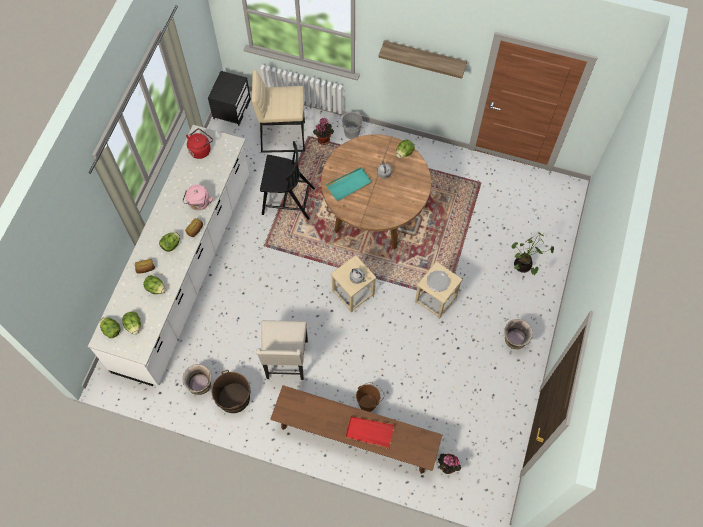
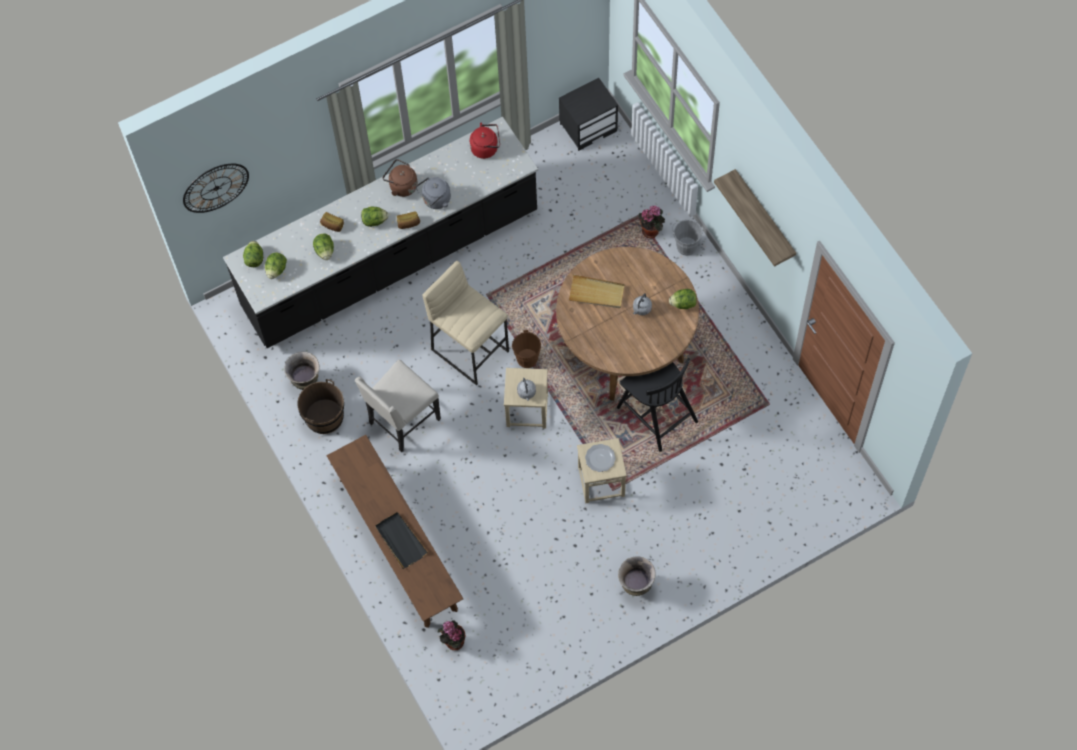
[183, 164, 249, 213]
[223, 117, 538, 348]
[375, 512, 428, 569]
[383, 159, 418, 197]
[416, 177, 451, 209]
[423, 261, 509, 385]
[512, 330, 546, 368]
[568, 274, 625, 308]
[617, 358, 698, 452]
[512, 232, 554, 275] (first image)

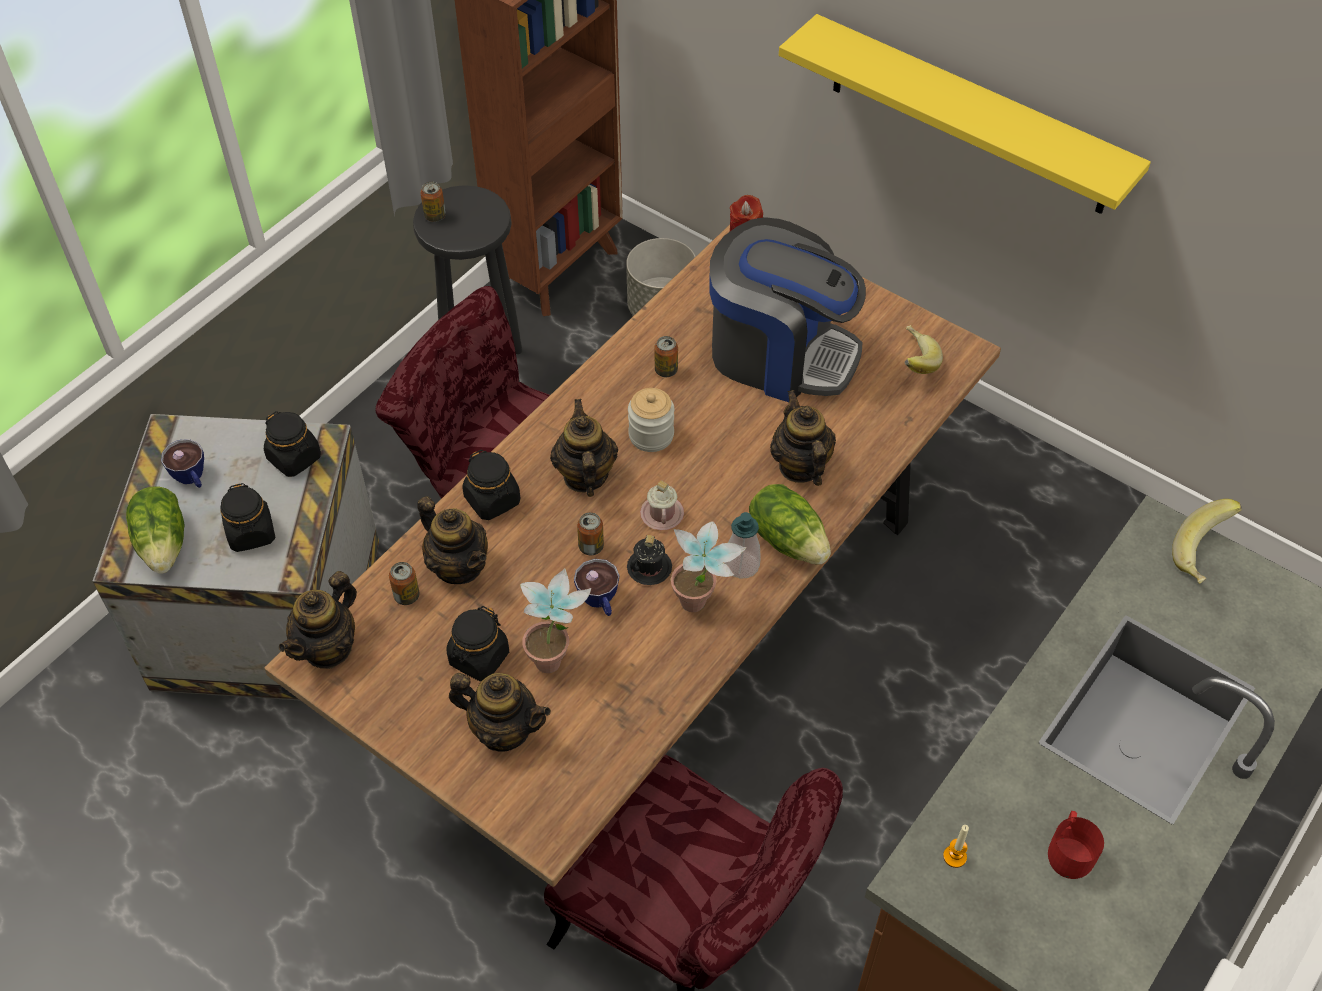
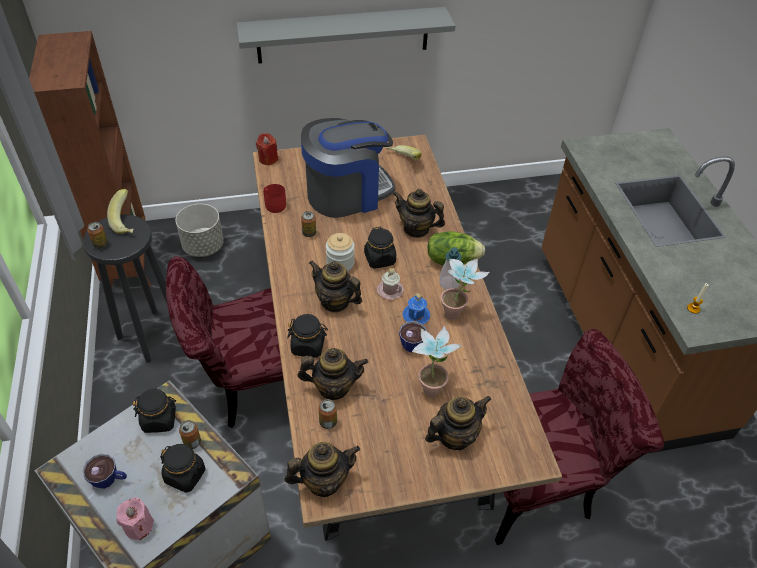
[107, 189, 133, 234]
[116, 497, 154, 540]
[179, 420, 201, 449]
[236, 7, 456, 64]
[263, 184, 286, 213]
[284, 442, 360, 497]
[364, 227, 396, 269]
[403, 293, 430, 324]

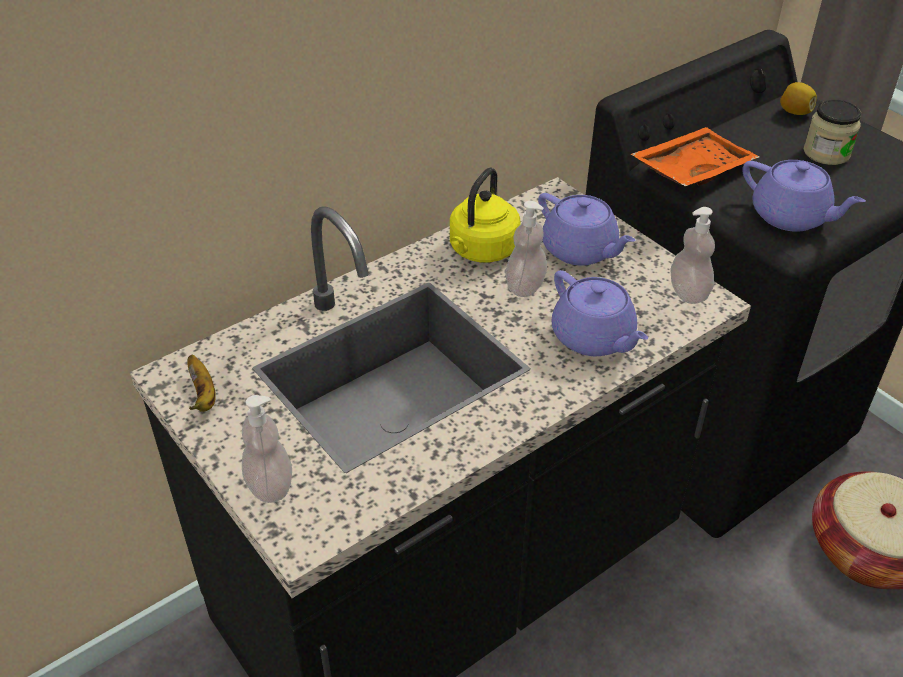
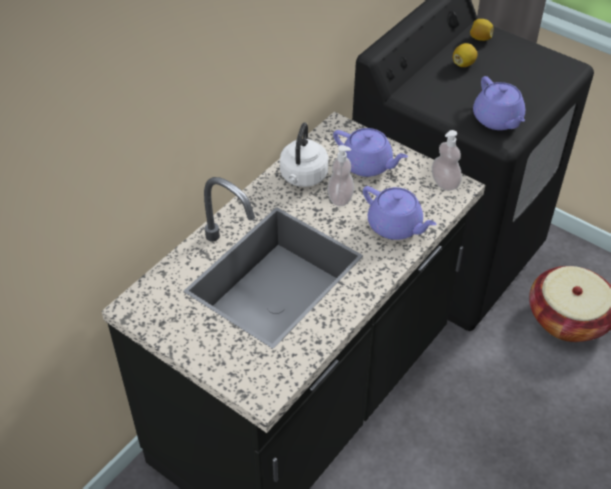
[280, 123, 328, 187]
[453, 43, 478, 67]
[473, 76, 525, 130]
[187, 355, 216, 412] (first image)
[242, 395, 292, 503] (first image)
[631, 127, 759, 186] (first image)
[804, 100, 861, 165] (first image)

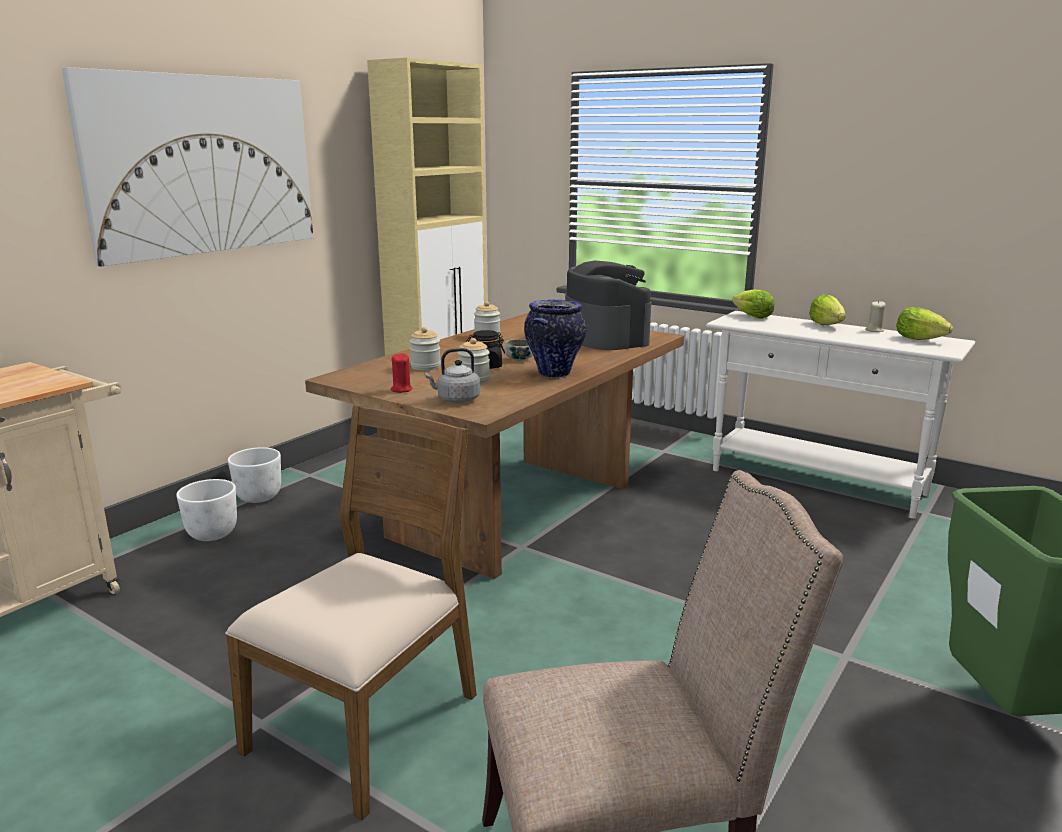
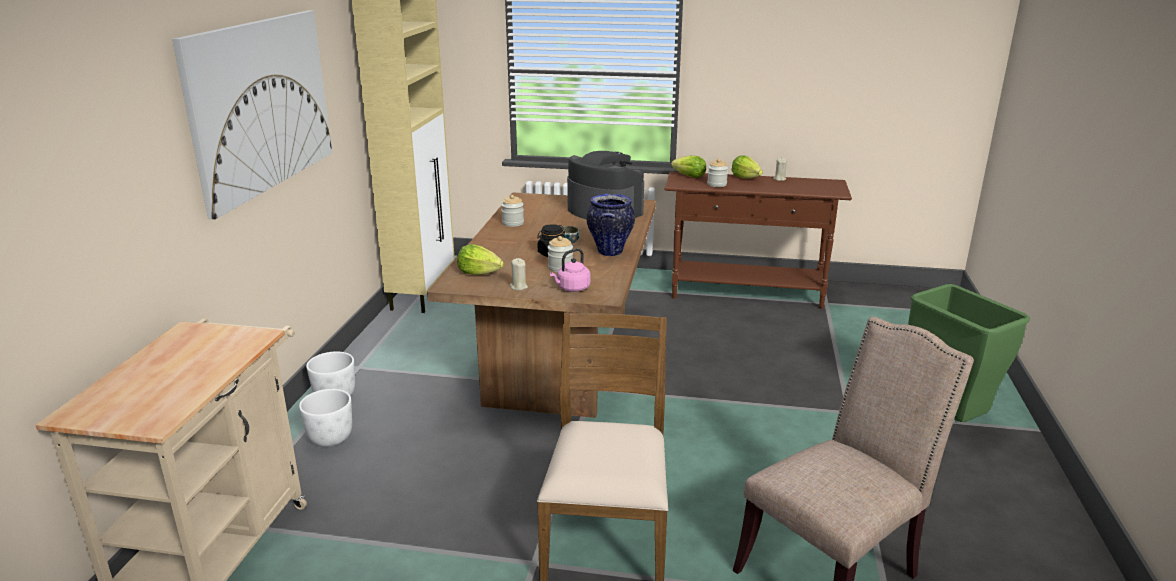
[457, 244, 504, 275]
[509, 258, 528, 290]
[550, 249, 590, 292]
[664, 172, 852, 309]
[707, 159, 728, 187]

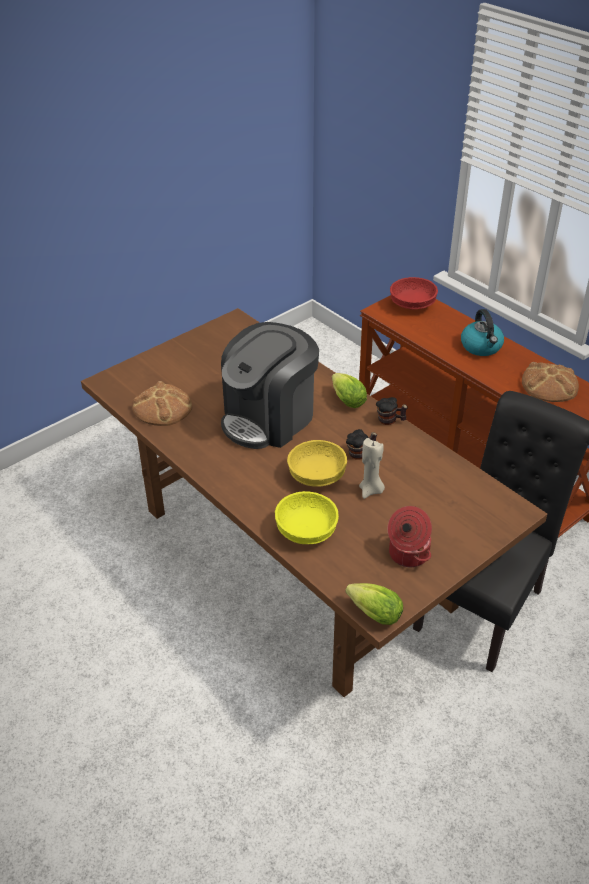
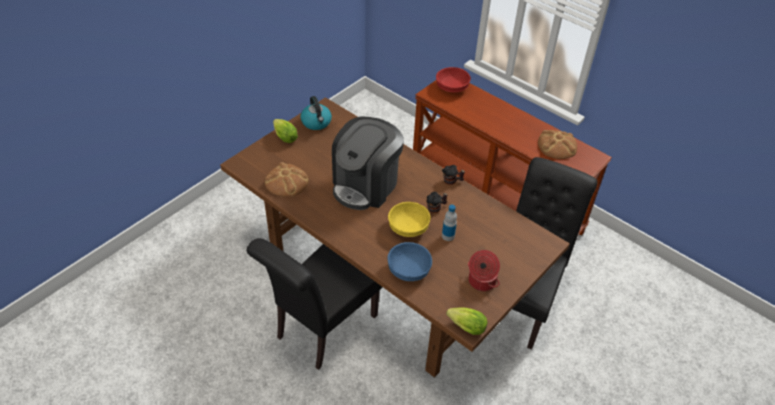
[247, 238, 382, 370]
[273, 119, 298, 143]
[300, 96, 332, 130]
[387, 242, 432, 281]
[442, 205, 457, 241]

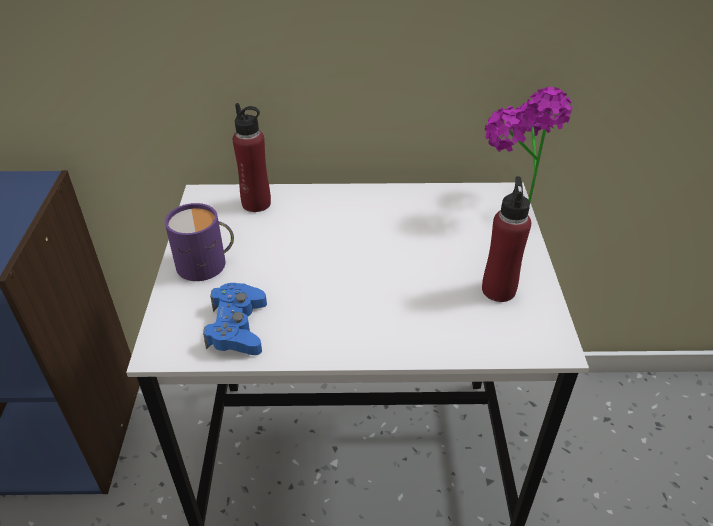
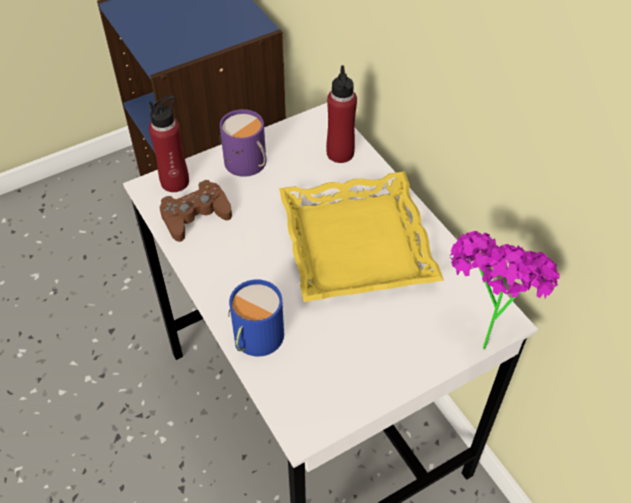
[149, 96, 189, 192]
[160, 180, 232, 242]
[228, 279, 284, 357]
[279, 171, 444, 302]

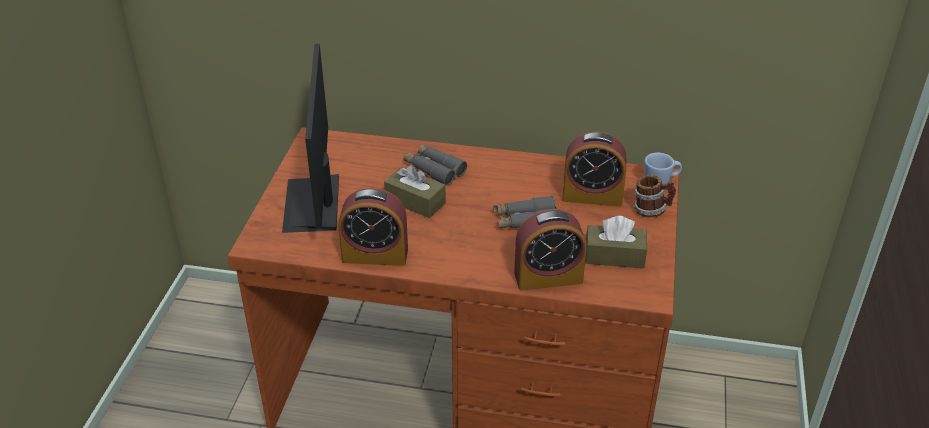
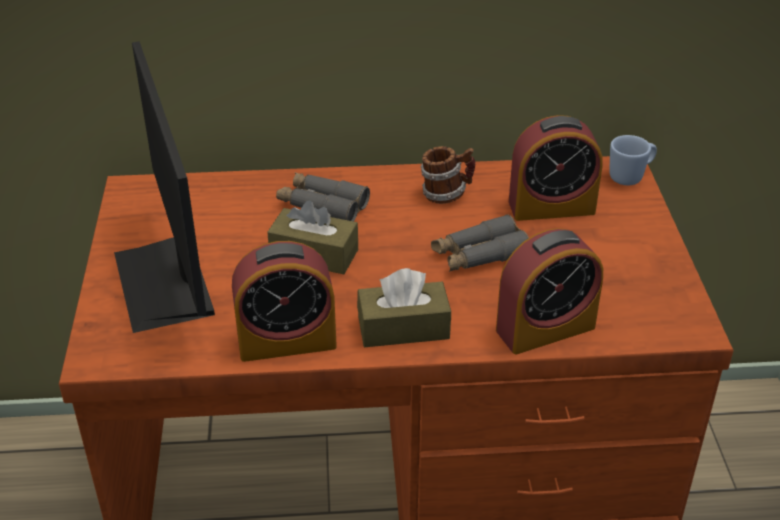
[357, 268, 451, 347]
[420, 146, 475, 204]

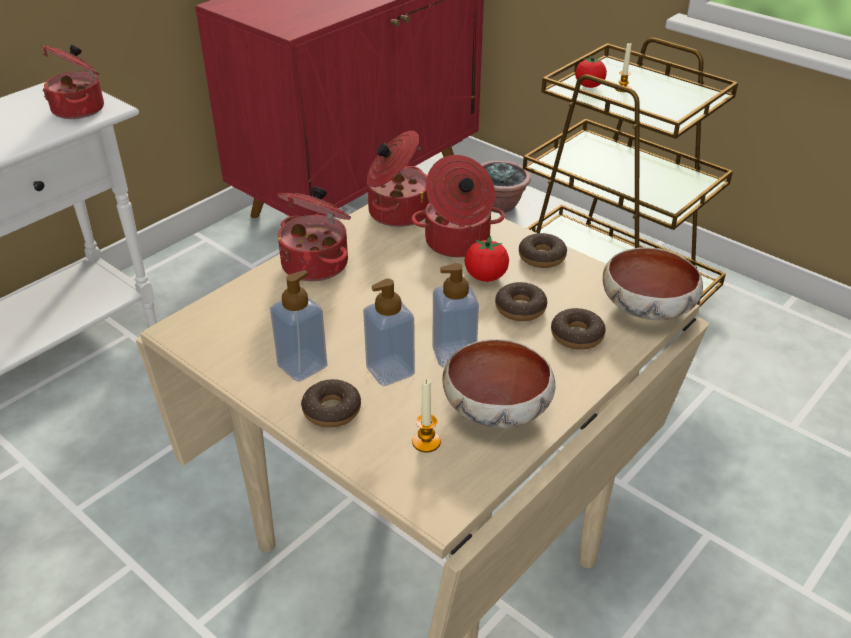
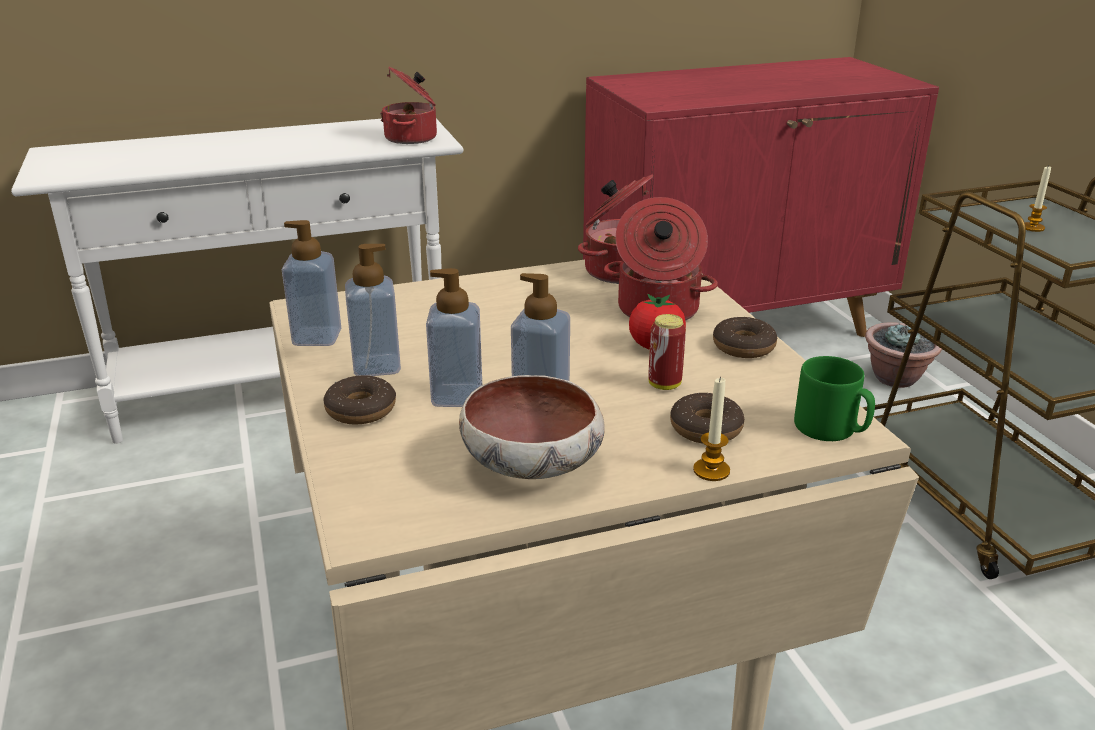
[282, 220, 341, 346]
[648, 314, 686, 390]
[693, 376, 730, 481]
[794, 356, 875, 441]
[277, 186, 351, 282] (first image)
[575, 55, 607, 88] (first image)

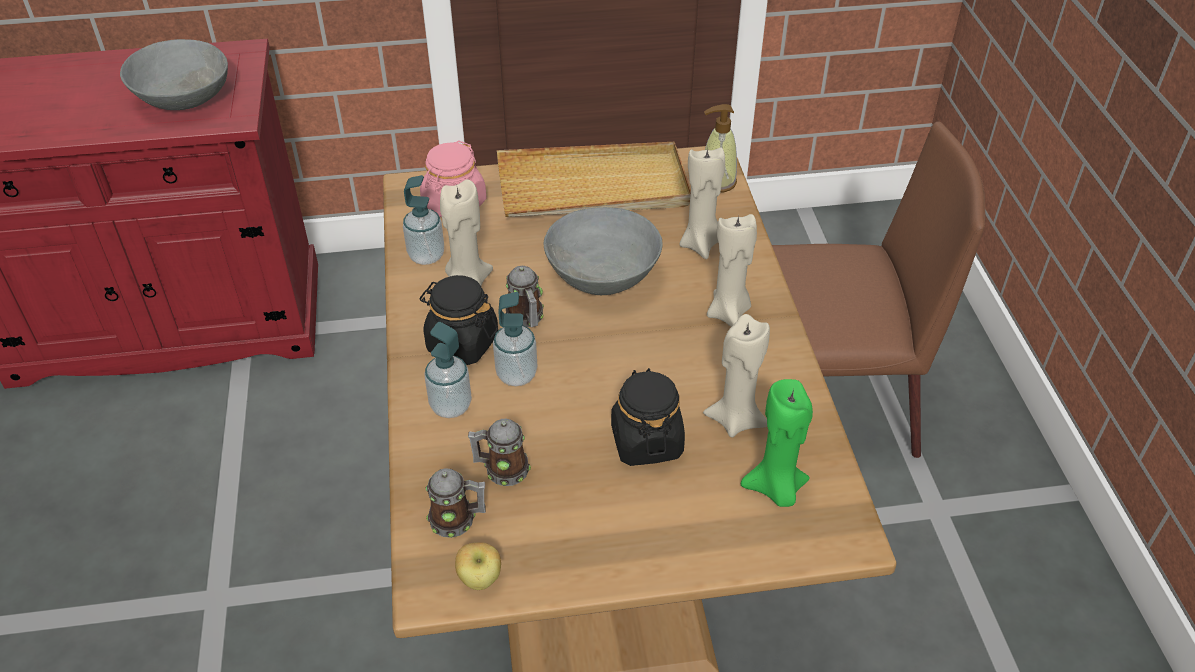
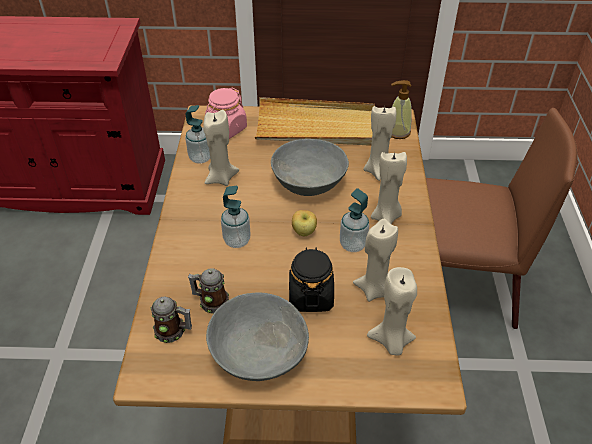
[206, 292, 309, 381]
[292, 210, 317, 236]
[340, 188, 369, 252]
[367, 267, 417, 356]
[420, 275, 498, 365] (first image)
[506, 266, 544, 327] (first image)

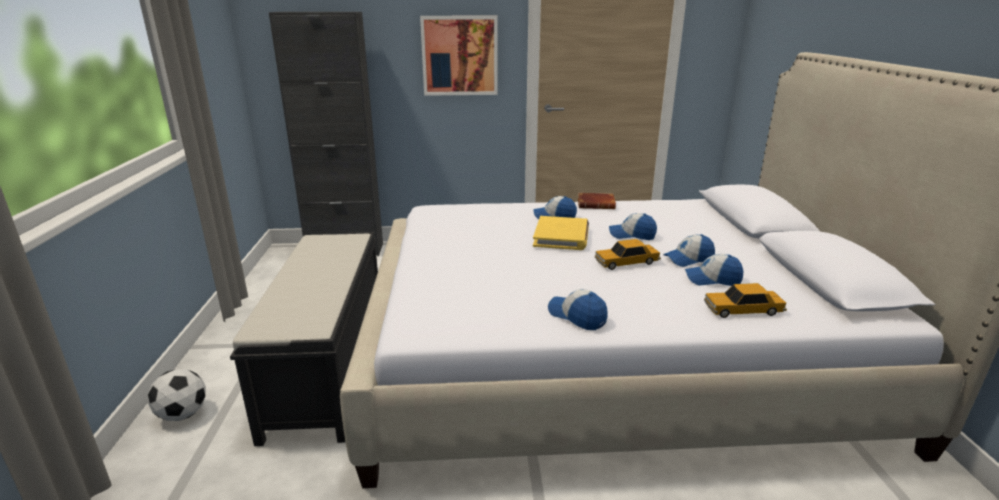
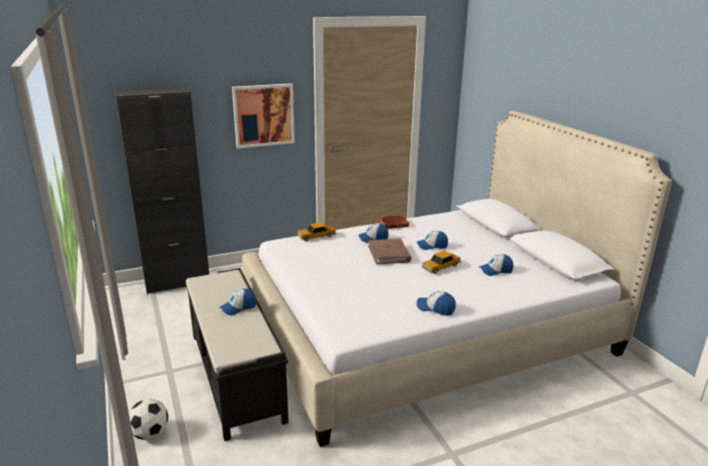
[220, 289, 257, 315]
[298, 222, 336, 241]
[368, 238, 412, 265]

